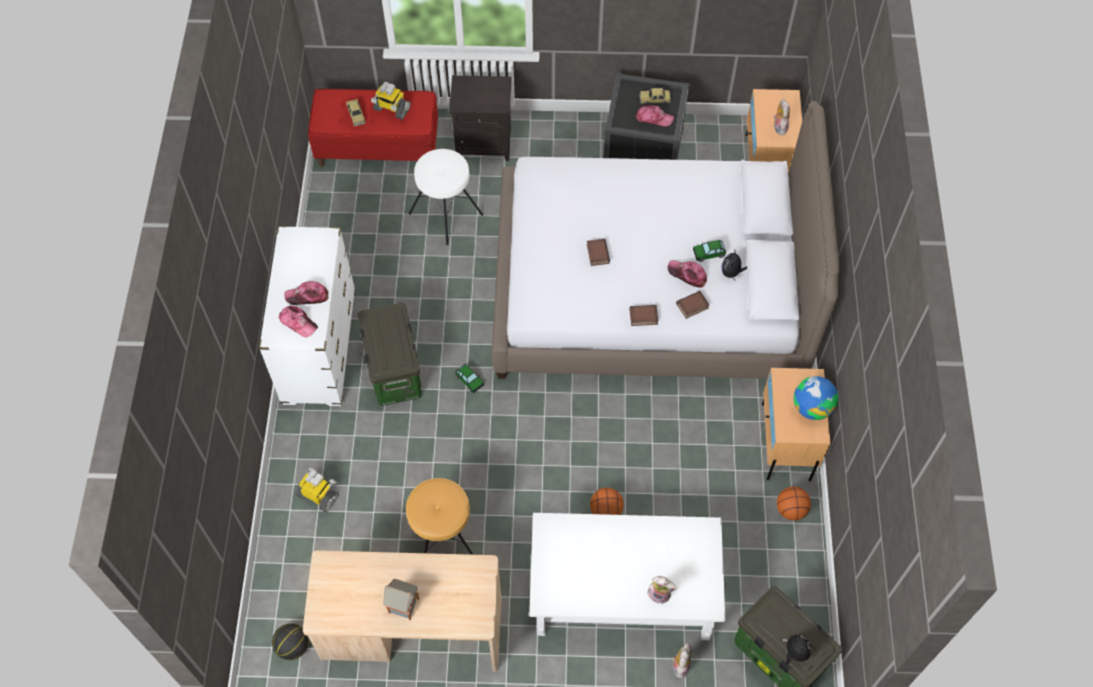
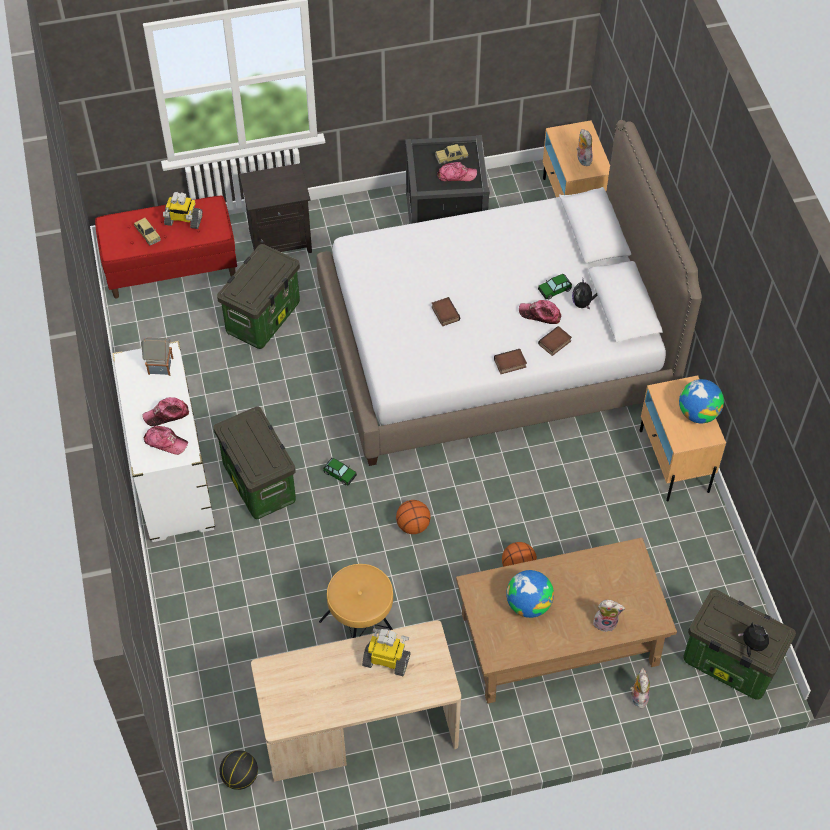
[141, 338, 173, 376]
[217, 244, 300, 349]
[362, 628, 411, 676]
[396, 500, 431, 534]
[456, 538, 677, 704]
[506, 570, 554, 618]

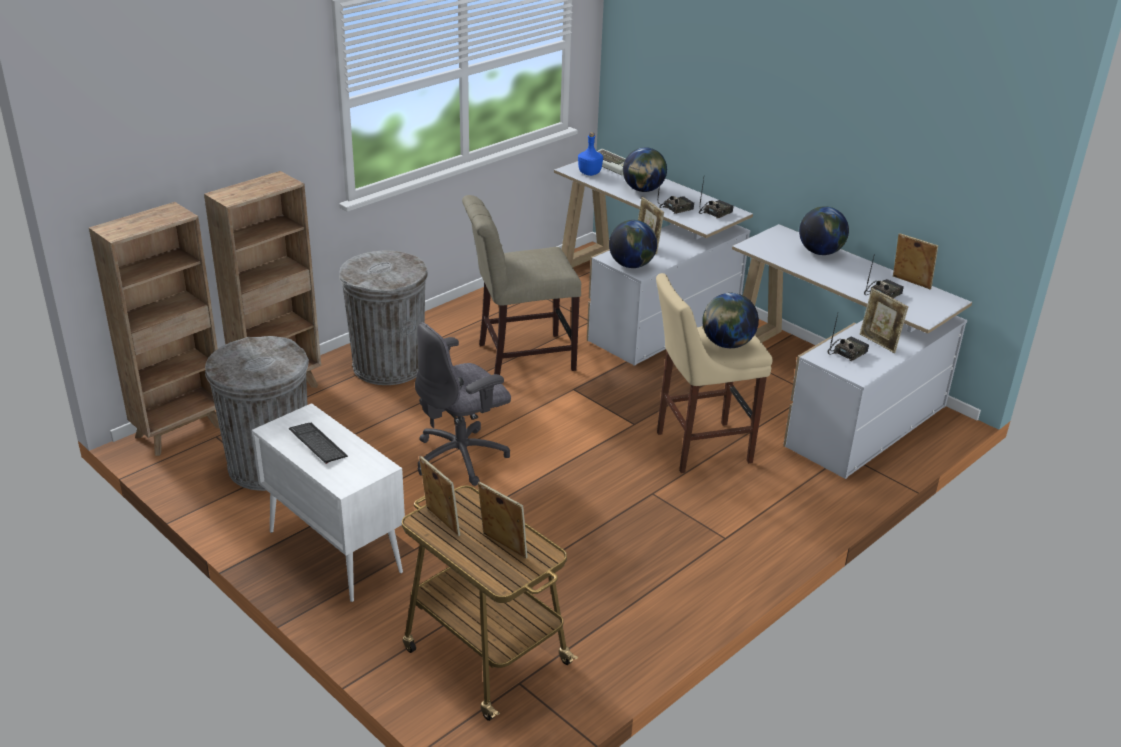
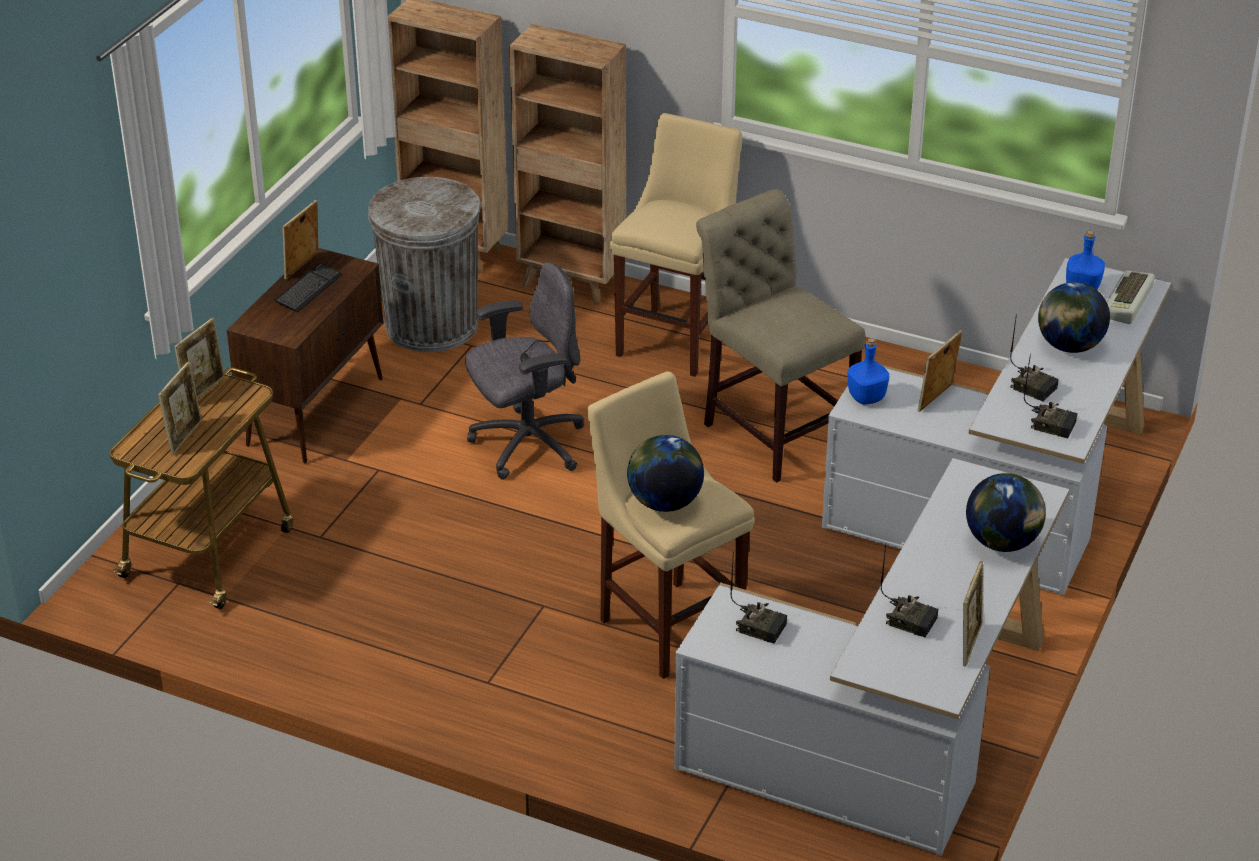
[227, 248, 383, 463]
[282, 200, 319, 279]
[465, 262, 584, 480]
[610, 113, 742, 377]
[847, 338, 889, 405]

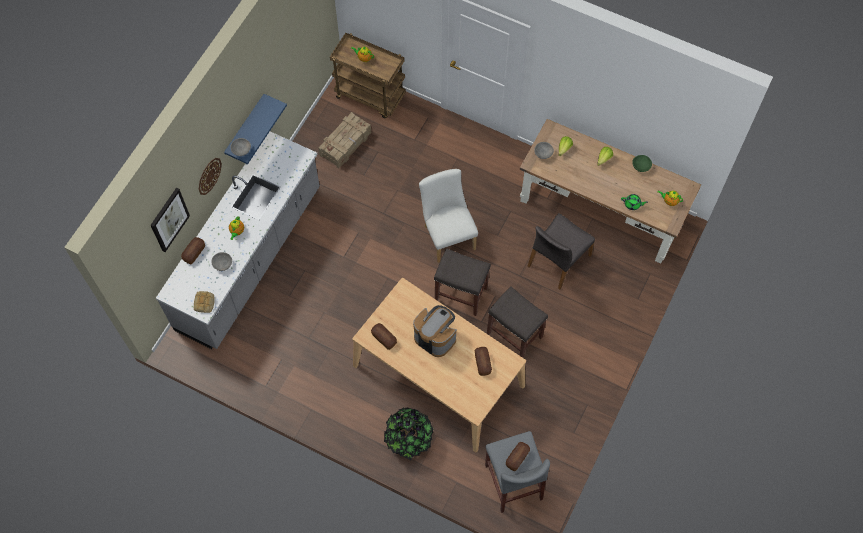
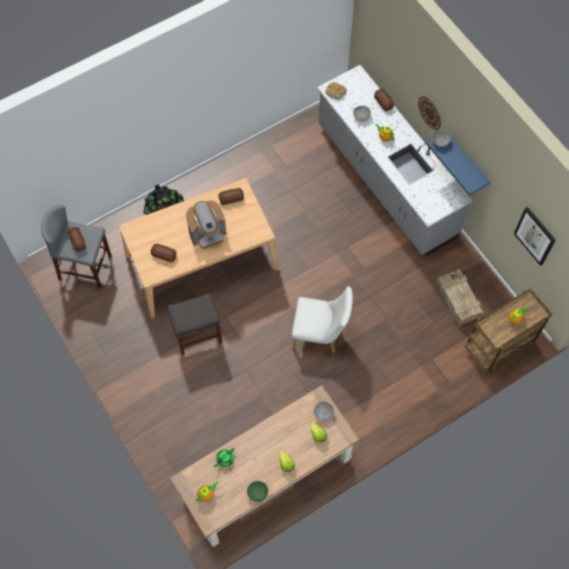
[514, 207, 556, 266]
[434, 248, 491, 316] (first image)
[527, 213, 595, 289] (first image)

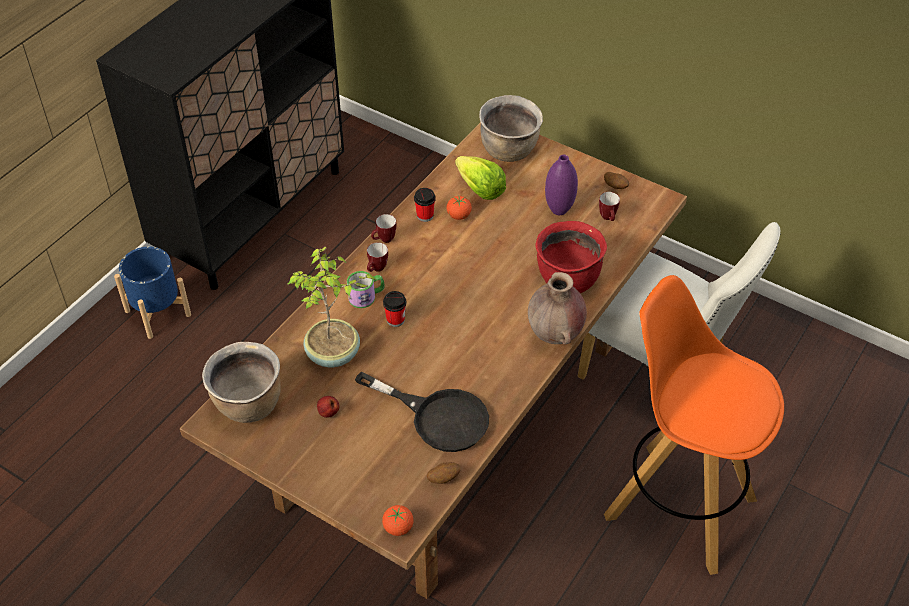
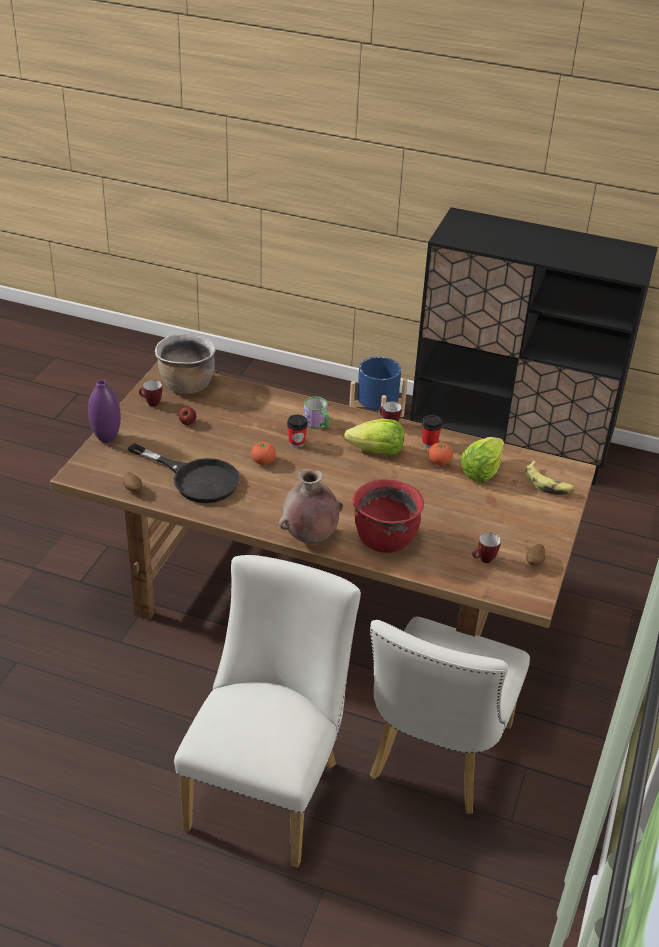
[88, 380, 121, 443]
[128, 443, 240, 503]
[139, 380, 162, 407]
[174, 555, 361, 868]
[251, 442, 276, 465]
[344, 419, 404, 455]
[525, 460, 574, 495]
[288, 247, 376, 367] (first image)

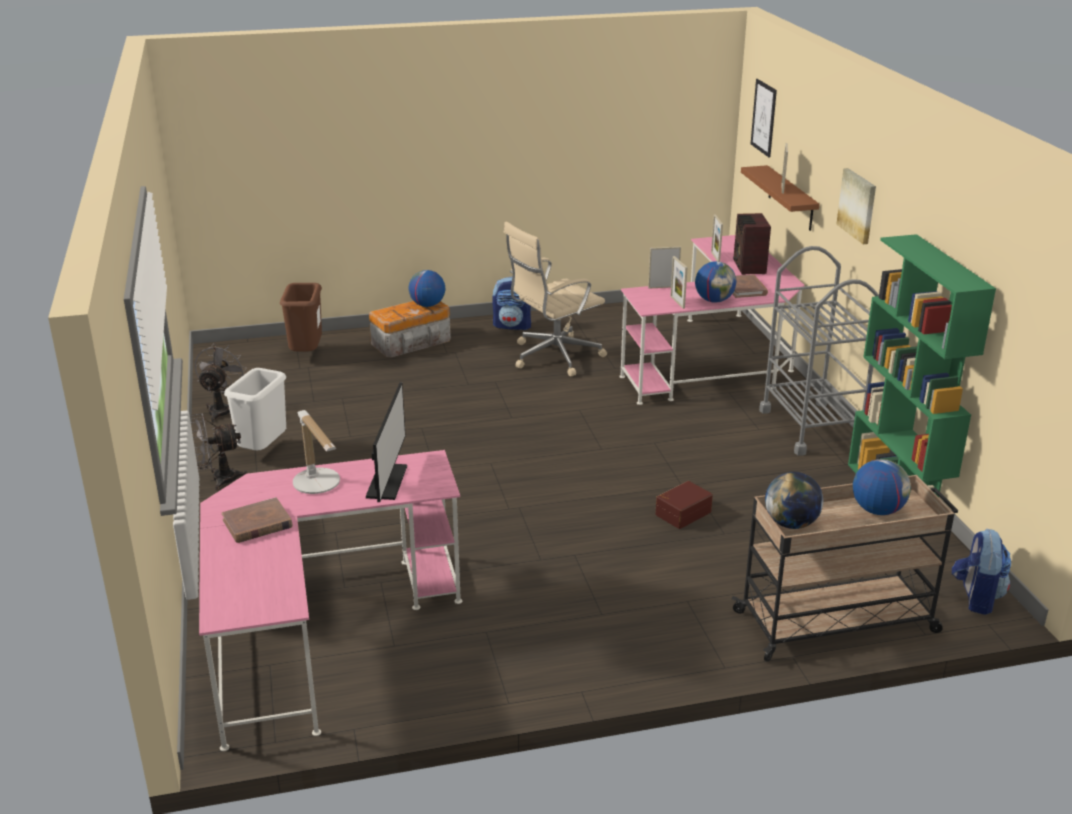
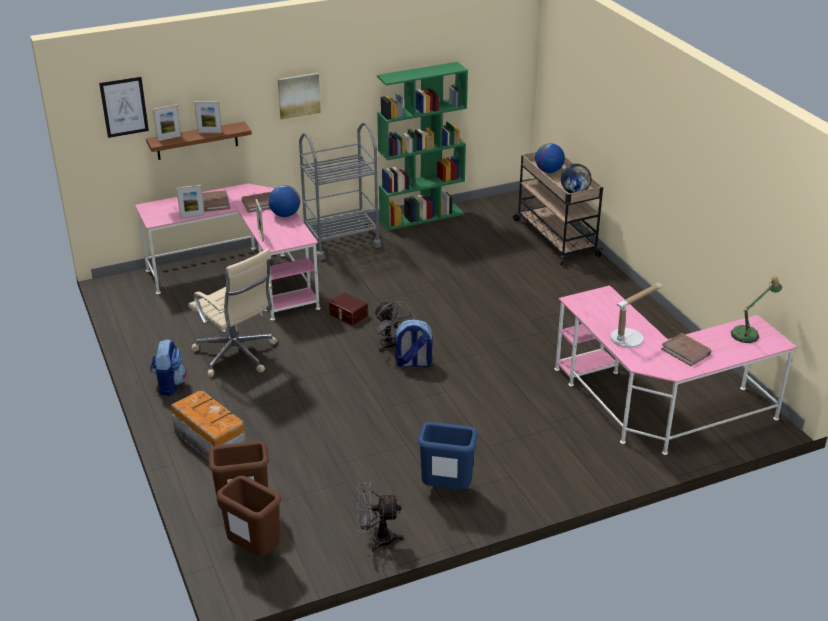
[153, 104, 181, 141]
[202, 190, 230, 212]
[216, 476, 282, 556]
[329, 293, 368, 326]
[374, 301, 414, 352]
[394, 319, 433, 367]
[418, 422, 478, 490]
[731, 276, 782, 343]
[366, 382, 407, 502] (first image)
[408, 270, 445, 307] (first image)

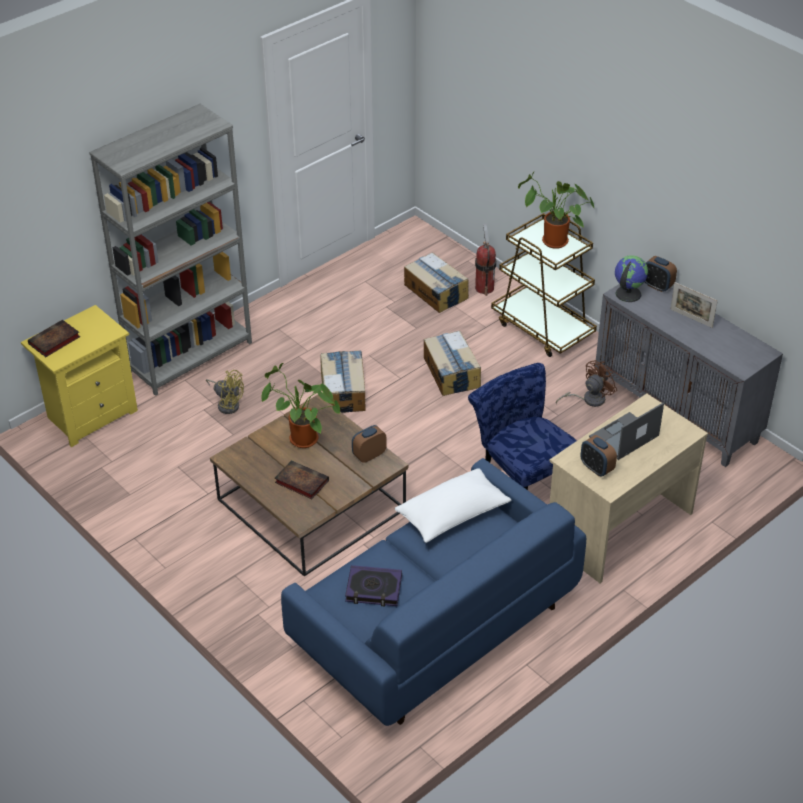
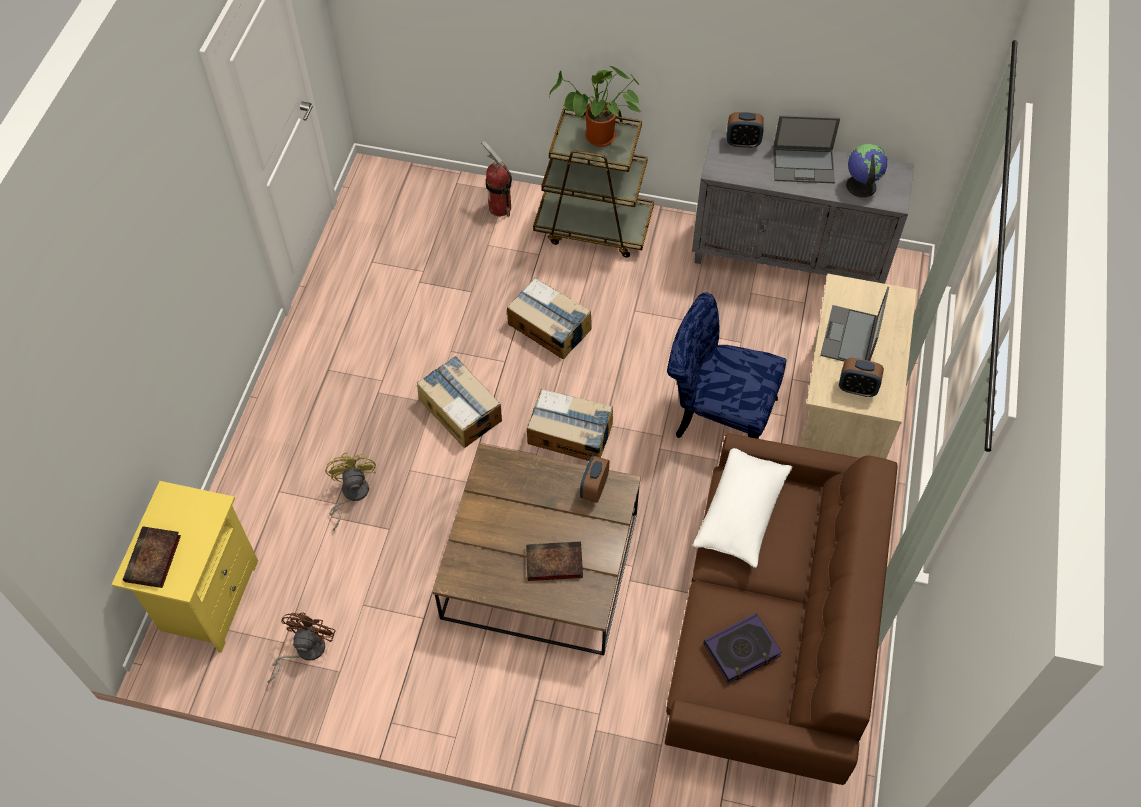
[268, 612, 336, 683]
[325, 452, 376, 531]
[527, 389, 613, 461]
[665, 433, 898, 785]
[773, 115, 840, 183]
[846, 144, 888, 198]
[89, 104, 252, 396] (first image)
[261, 363, 340, 448] (first image)

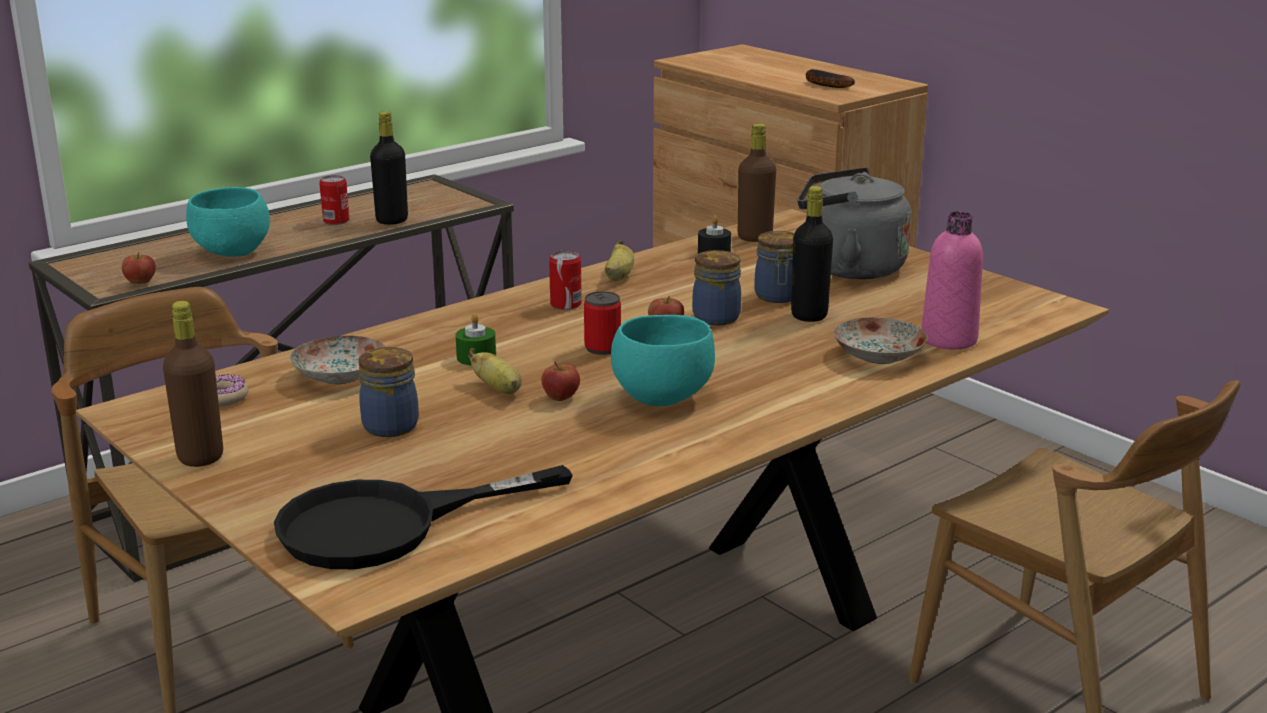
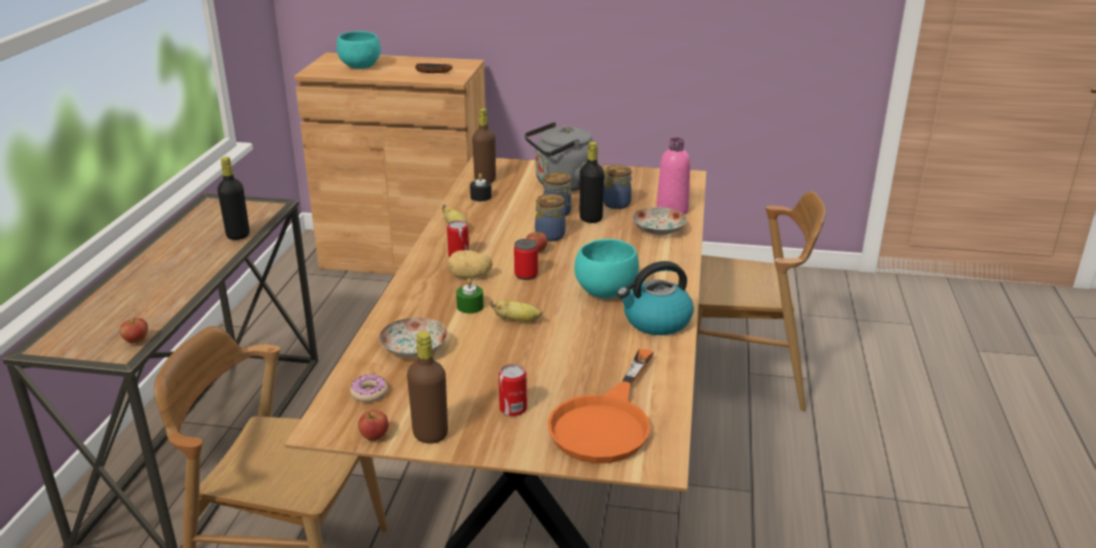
[337, 31, 381, 69]
[358, 410, 389, 441]
[448, 250, 492, 278]
[499, 364, 527, 416]
[548, 348, 654, 463]
[603, 165, 632, 209]
[617, 261, 694, 335]

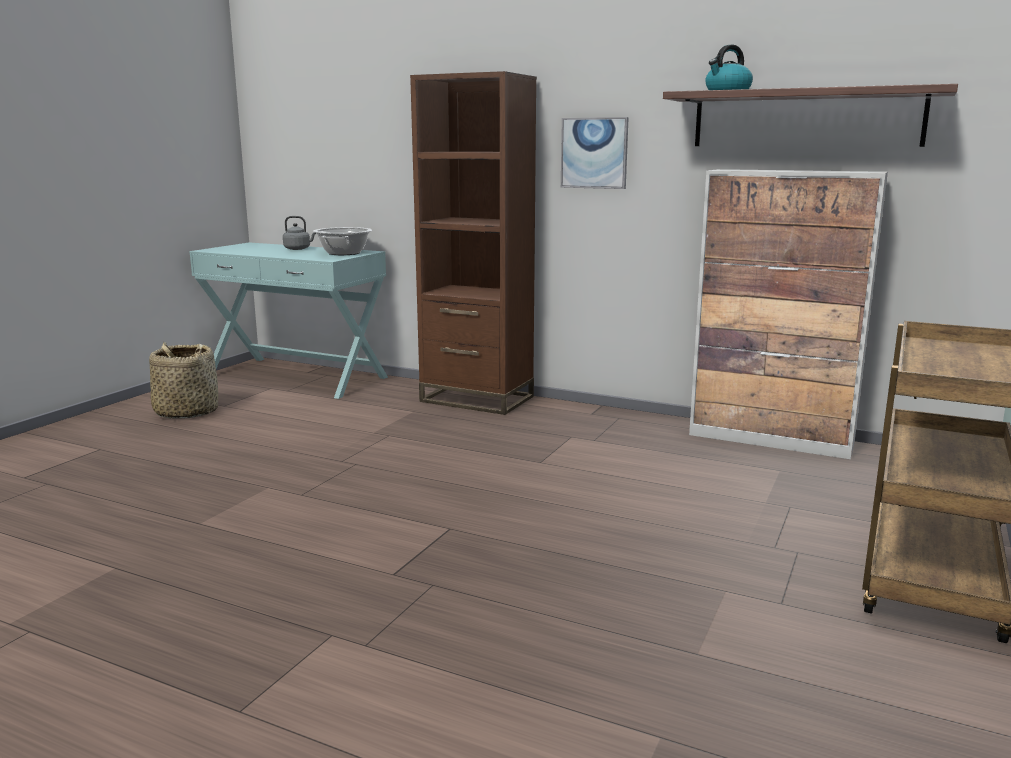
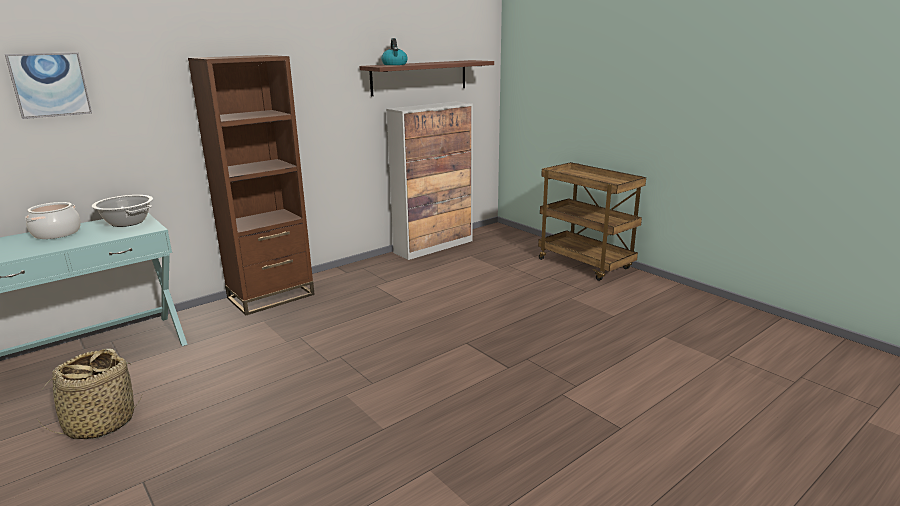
[5, 52, 92, 119]
[25, 202, 81, 239]

